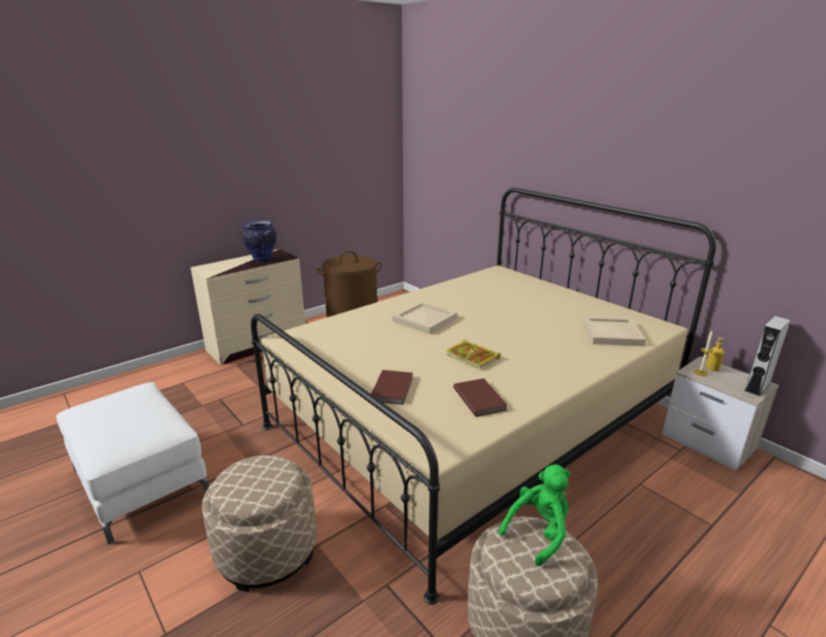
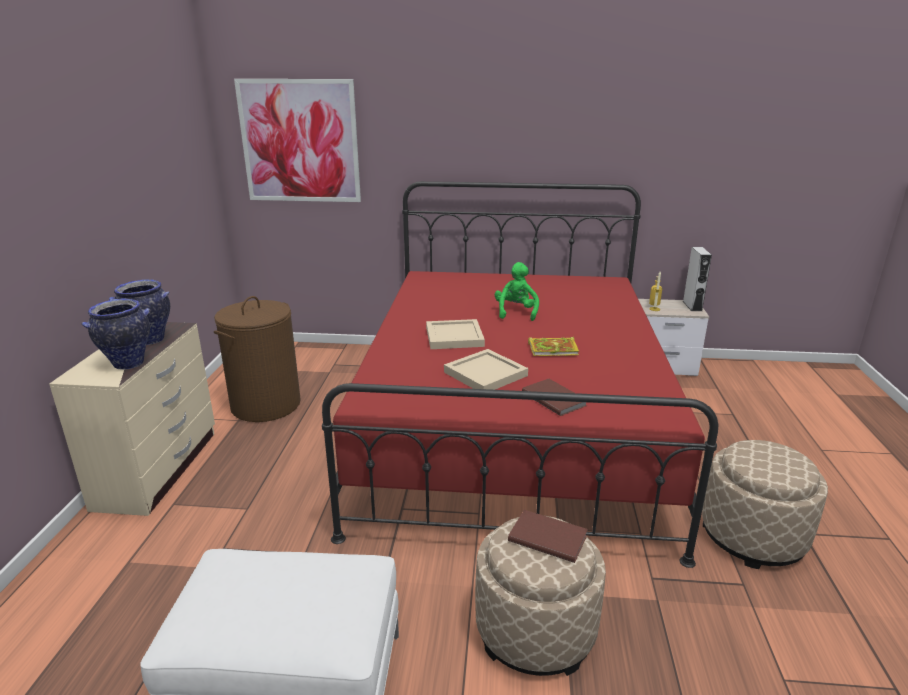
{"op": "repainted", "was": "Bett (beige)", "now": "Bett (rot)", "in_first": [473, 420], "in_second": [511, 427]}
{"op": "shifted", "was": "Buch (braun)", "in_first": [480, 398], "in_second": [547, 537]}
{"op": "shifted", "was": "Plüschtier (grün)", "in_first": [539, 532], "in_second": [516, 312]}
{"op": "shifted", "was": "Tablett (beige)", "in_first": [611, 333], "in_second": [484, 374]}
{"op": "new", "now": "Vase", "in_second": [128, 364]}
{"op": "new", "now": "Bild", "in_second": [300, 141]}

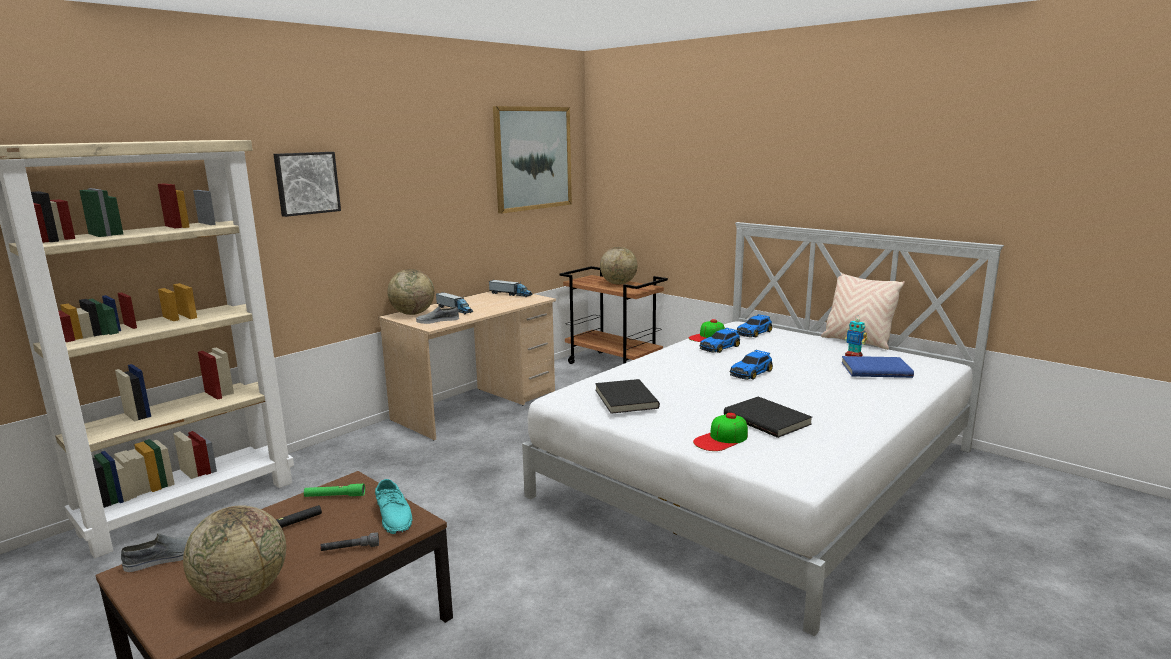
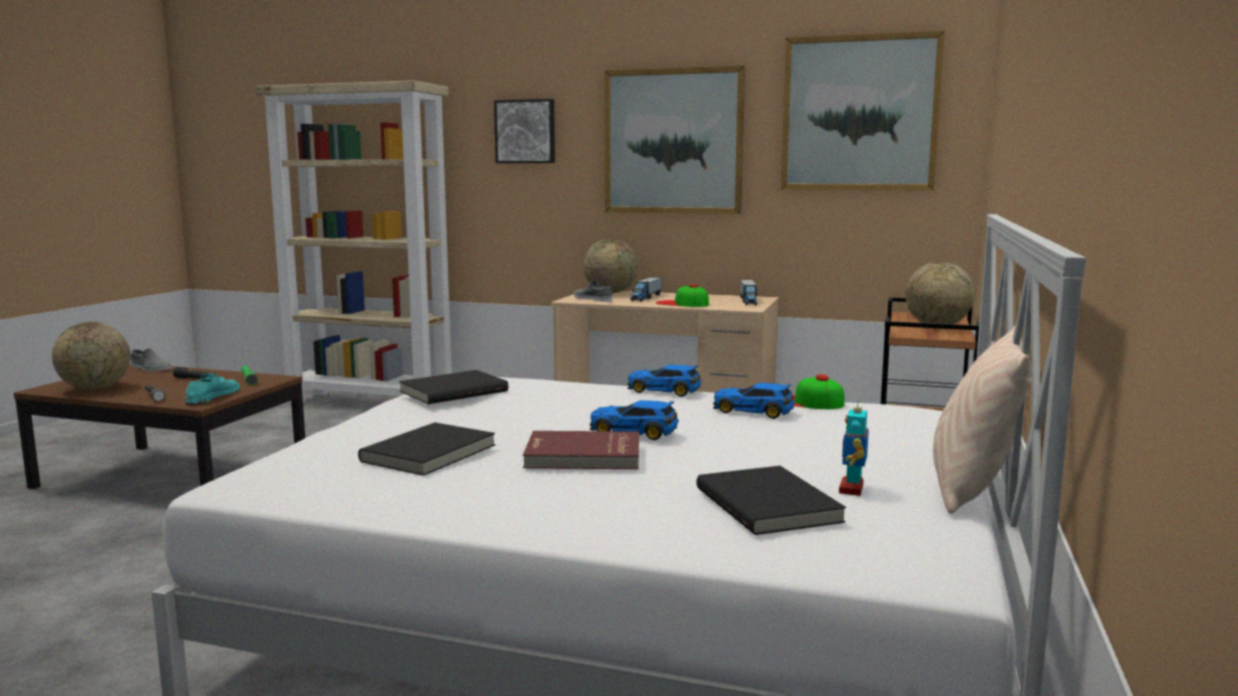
{"op": "rotated", "was": "Schuh (türkis)", "in_first": [394, 515], "in_second": [212, 396], "clockwise": 150}
{"op": "shifted", "was": "Kappe", "in_first": [721, 439], "in_second": [682, 303]}
{"op": "shifted", "was": "Spielzeugauto", "in_first": [754, 332], "in_second": [665, 391]}
{"op": "repainted", "was": "Buch (blau)", "now": "Buch (schwarz)", "in_first": [875, 369], "in_second": [770, 504]}
{"op": "new", "now": "Buch (rot)", "in_second": [583, 456]}
{"op": "new", "now": "Bild", "in_second": [673, 141]}

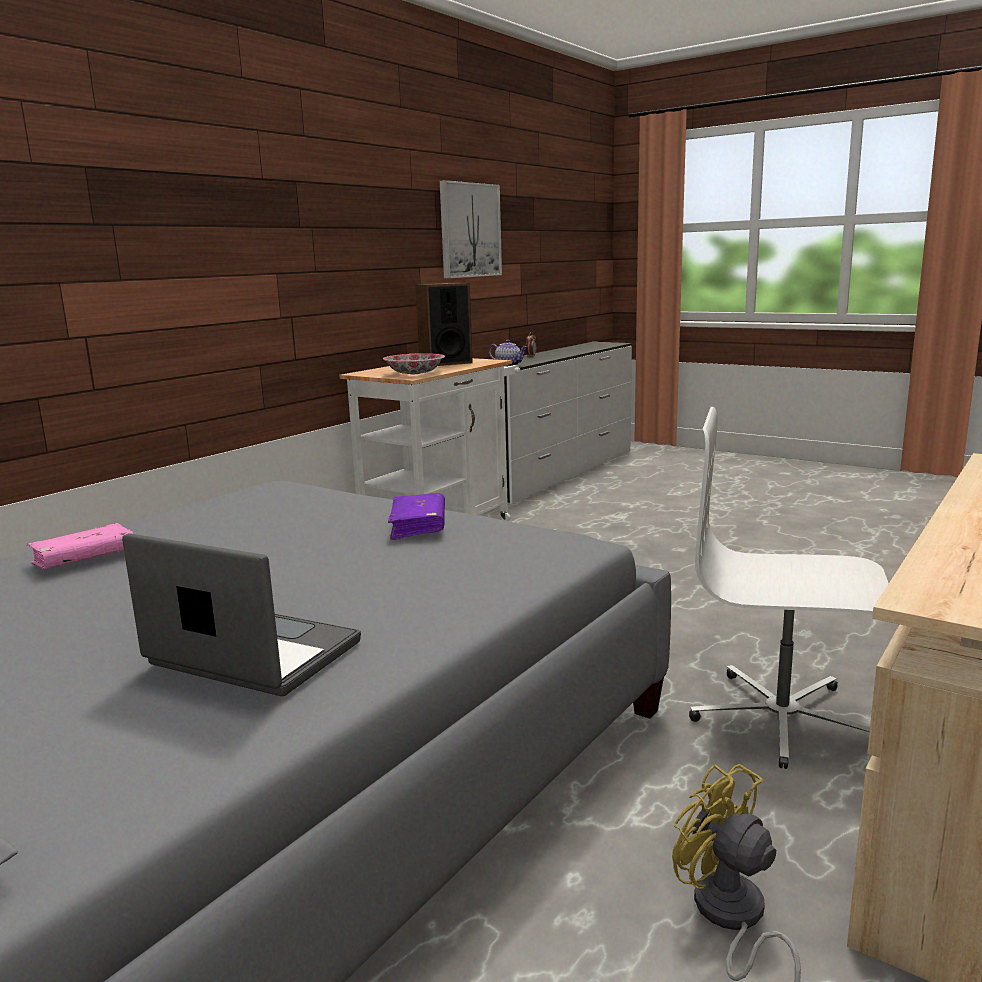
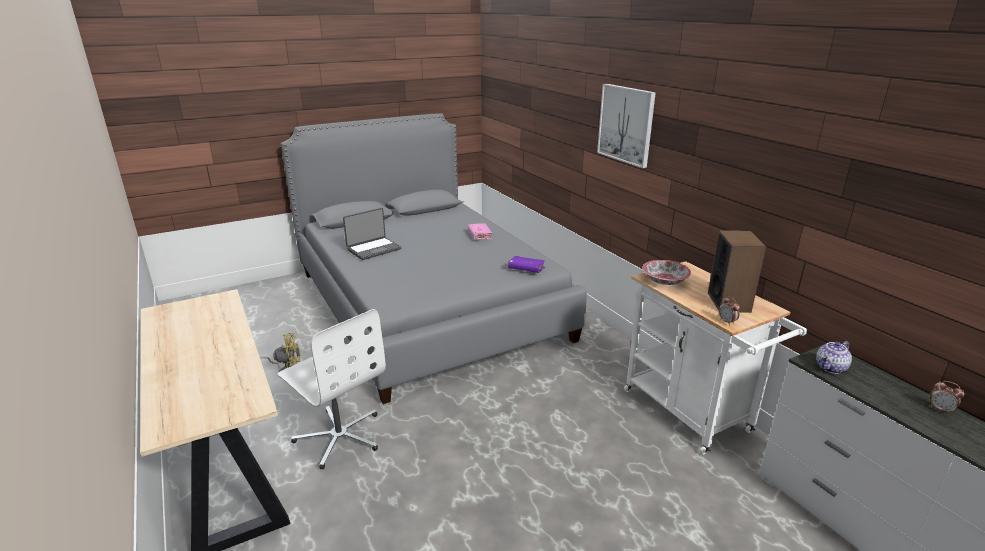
{"op": "shifted", "was": "Buch (lila)", "in_first": [418, 526], "in_second": [526, 269]}
{"op": "shifted", "was": "Bild", "in_first": [469, 230], "in_second": [626, 124]}
{"op": "rotated", "was": "Bürostuhl (weiß)", "in_first": [782, 718], "in_second": [339, 436], "clockwise": 90}
{"op": "new", "now": "Wecker", "in_second": [727, 322]}

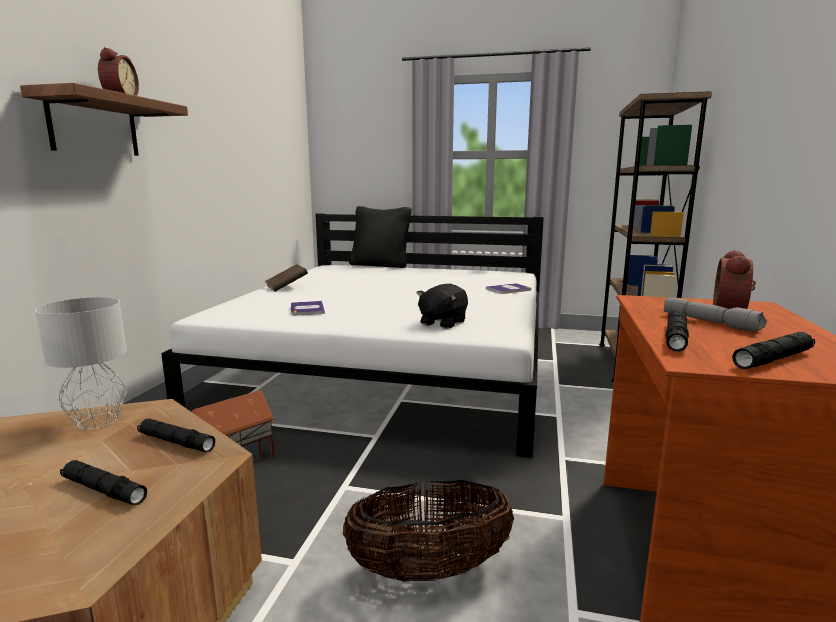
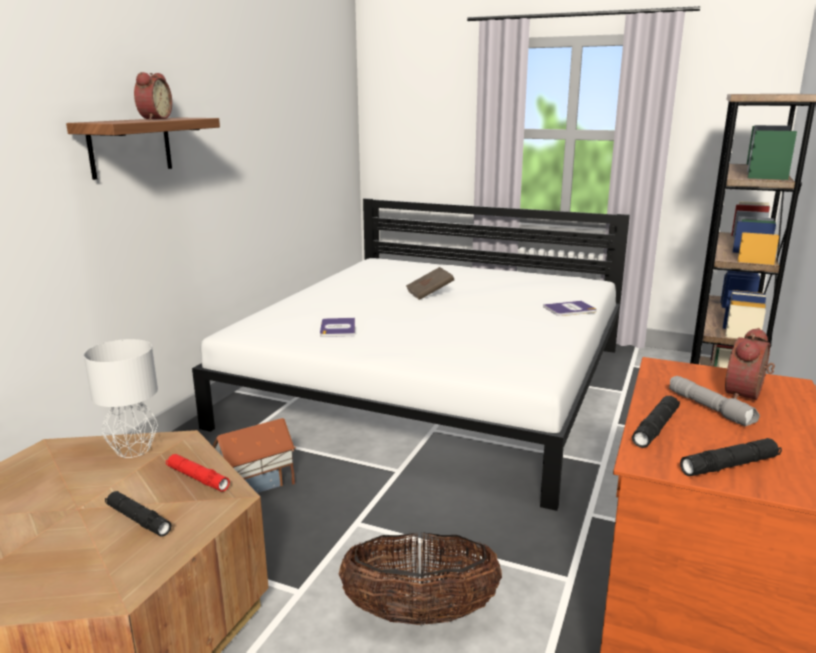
{"op": "repainted", "was": "Taschenlampe (schwarz)", "now": "Taschenlampe (rot)", "in_first": [176, 442], "in_second": [197, 478]}
{"op": "shifted", "was": "Buch (braun)", "in_first": [287, 287], "in_second": [429, 294]}
{"op": "gone", "was": "Kissen (schwarz)", "in_first": [380, 265]}
{"op": "gone", "was": "Plüschtier (schwarz)", "in_first": [442, 323]}

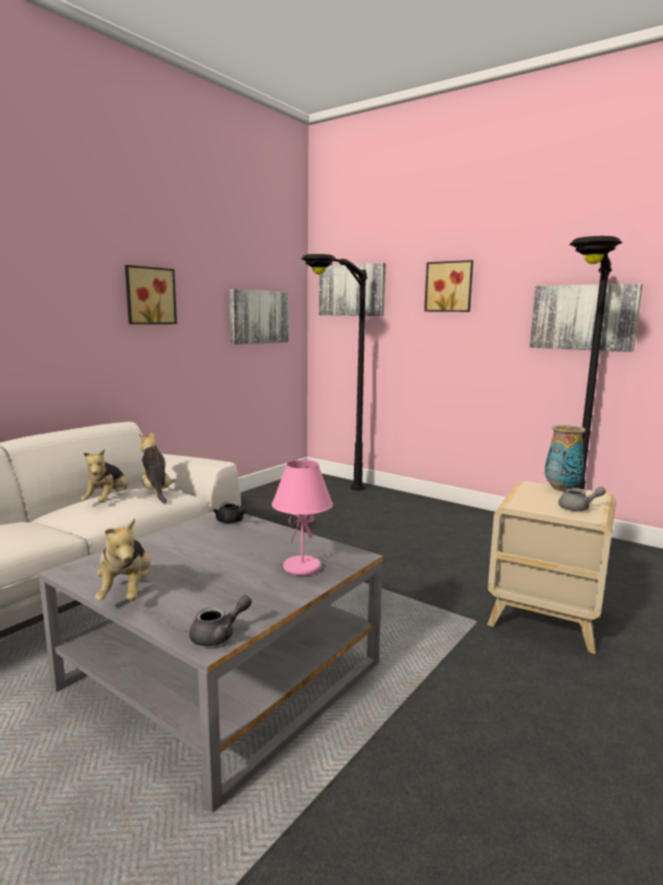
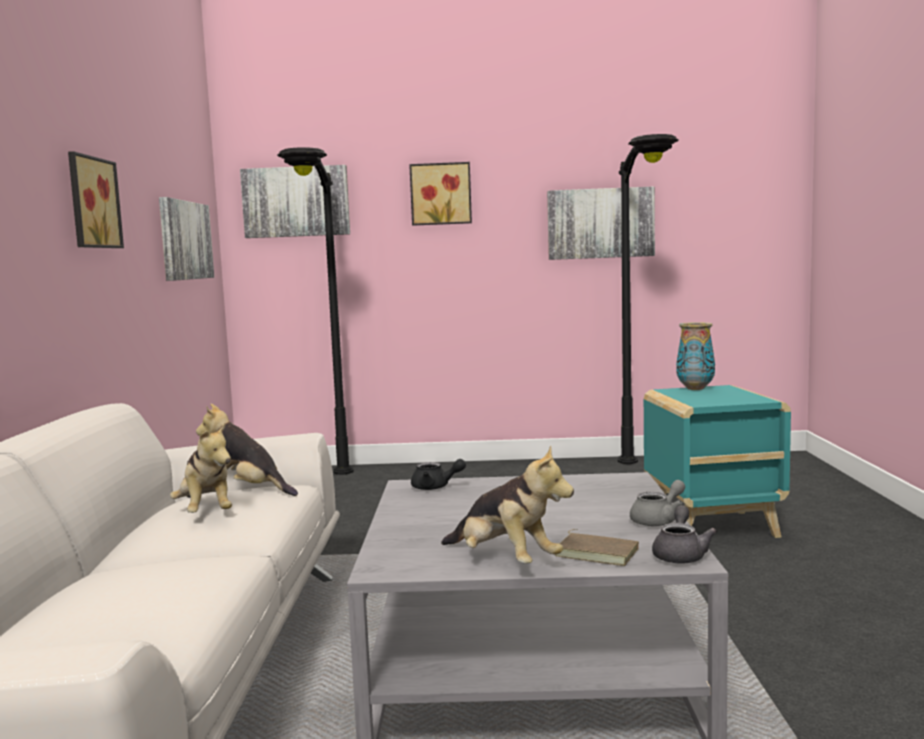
{"op": "gone", "was": "Tischlampe (rosa)", "in_first": [301, 568]}
{"op": "repainted", "was": "Beistelltisch (beige)", "now": "Beistelltisch (türkis)", "in_first": [542, 619], "in_second": [710, 528]}
{"op": "shifted", "was": "Teekanne (grau)", "in_first": [579, 508], "in_second": [658, 520]}
{"op": "new", "now": "Buch (braun)", "in_second": [598, 552]}

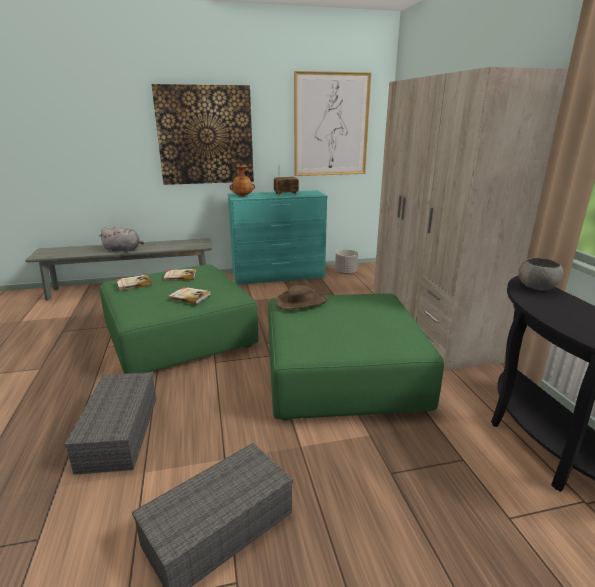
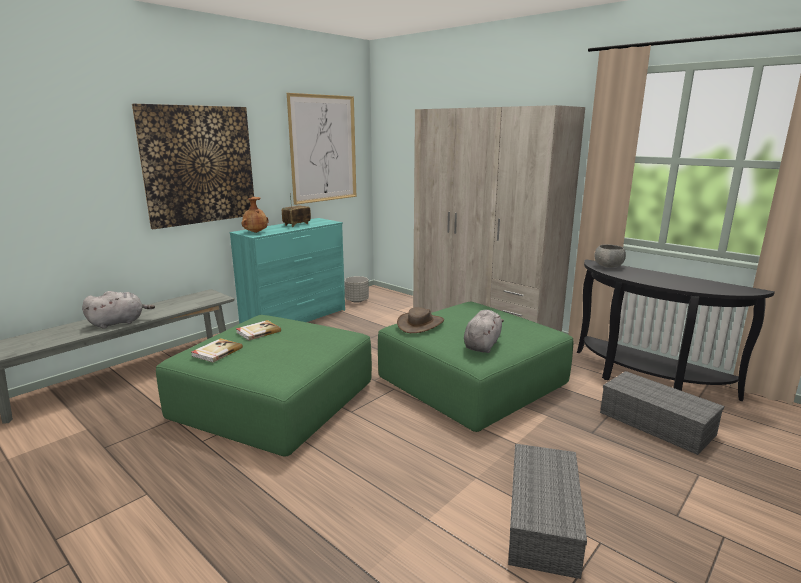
{"op": "shifted", "was": "Aufbewahrungsbox (grau)", "in_first": [119, 431], "in_second": [654, 423]}
{"op": "gone", "was": "Buch", "in_first": [190, 297]}
{"op": "new", "now": "Plüschtier (grau)", "in_second": [482, 345]}

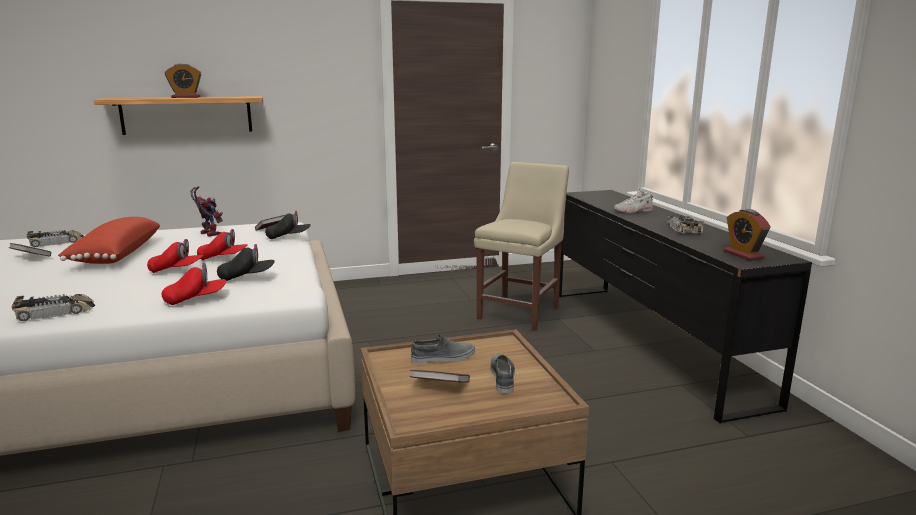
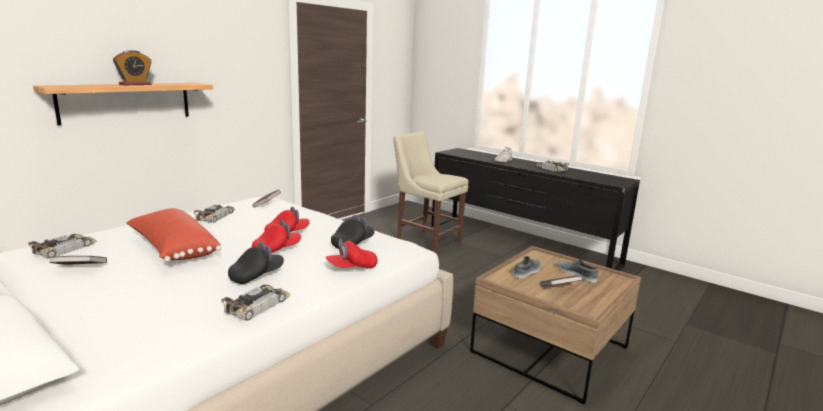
{"op": "rotated", "was": "Kappe (rot)", "in_first": [195, 299], "in_second": [352, 268], "clockwise": -150}
{"op": "swapped", "was": "Spielzeugroboter", "now": "Spielzeugauto", "in_first": [208, 233], "in_second": [216, 216]}
{"op": "shifted", "was": "Kappe (schwarz)", "in_first": [288, 237], "in_second": [256, 276]}
{"op": "rotated", "was": "Stuhl (beige)", "in_first": [521, 312], "in_second": [426, 241], "clockwise": -45}
{"op": "gone", "was": "Wecker", "in_first": [743, 254]}

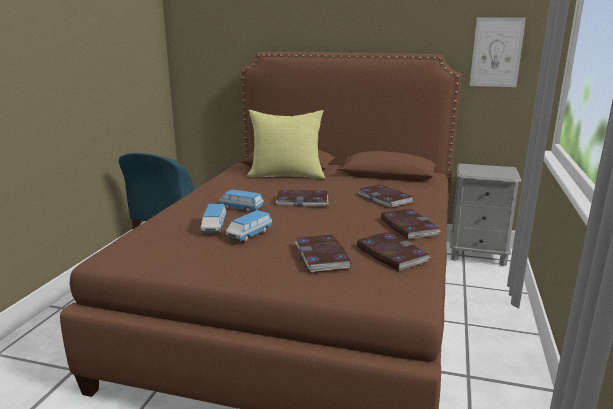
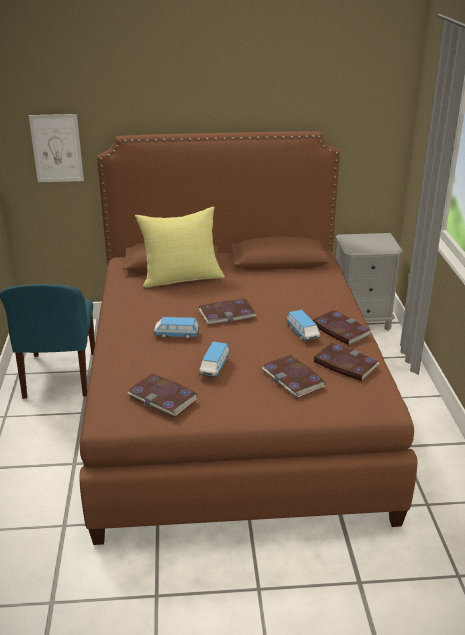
{"op": "shifted", "was": "Spielzeugauto", "in_first": [214, 227], "in_second": [302, 333]}
{"op": "shifted", "was": "Buch", "in_first": [385, 199], "in_second": [163, 397]}
{"op": "shifted", "was": "Bild", "in_first": [496, 52], "in_second": [57, 148]}

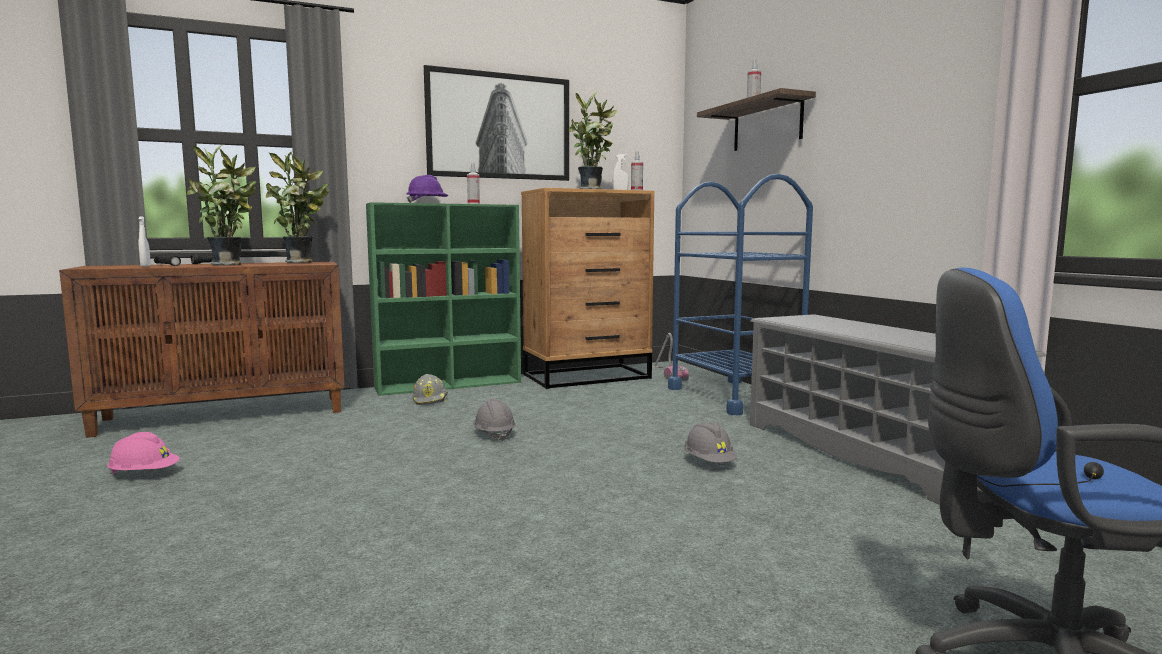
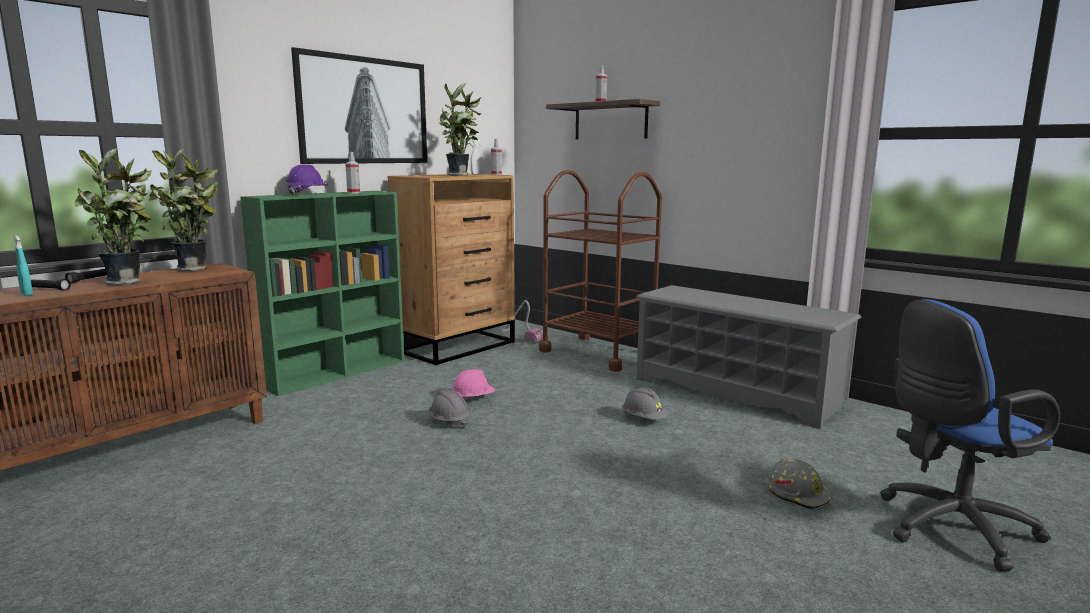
{"op": "shifted", "was": "Schutzhelm (rosa)", "in_first": [144, 474], "in_second": [473, 399]}
{"op": "repainted", "was": "Sprühflasche (weiß)", "now": "Sprühflasche (türkis)", "in_first": [145, 266], "in_second": [27, 294]}
{"op": "shifted", "was": "Schutzhelm (grau)", "in_first": [430, 400], "in_second": [798, 494]}
{"op": "repainted", "was": "Rollwagen (blau)", "now": "Rollwagen (braun)", "in_first": [734, 396], "in_second": [598, 353]}

